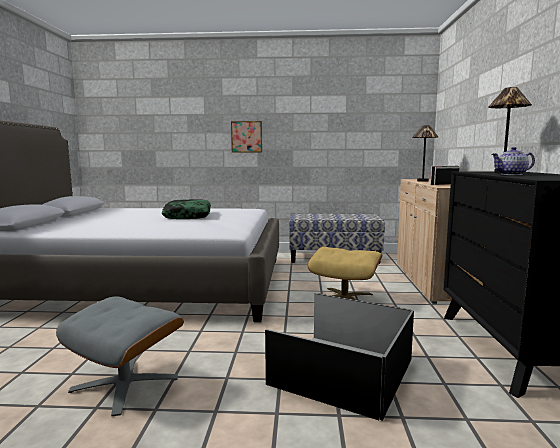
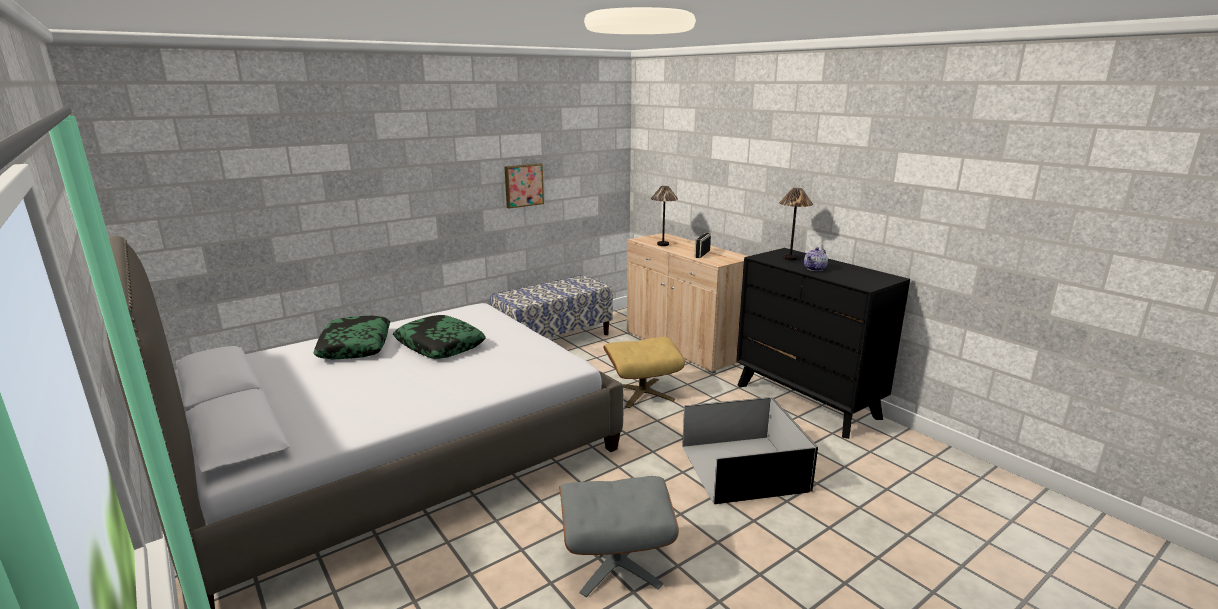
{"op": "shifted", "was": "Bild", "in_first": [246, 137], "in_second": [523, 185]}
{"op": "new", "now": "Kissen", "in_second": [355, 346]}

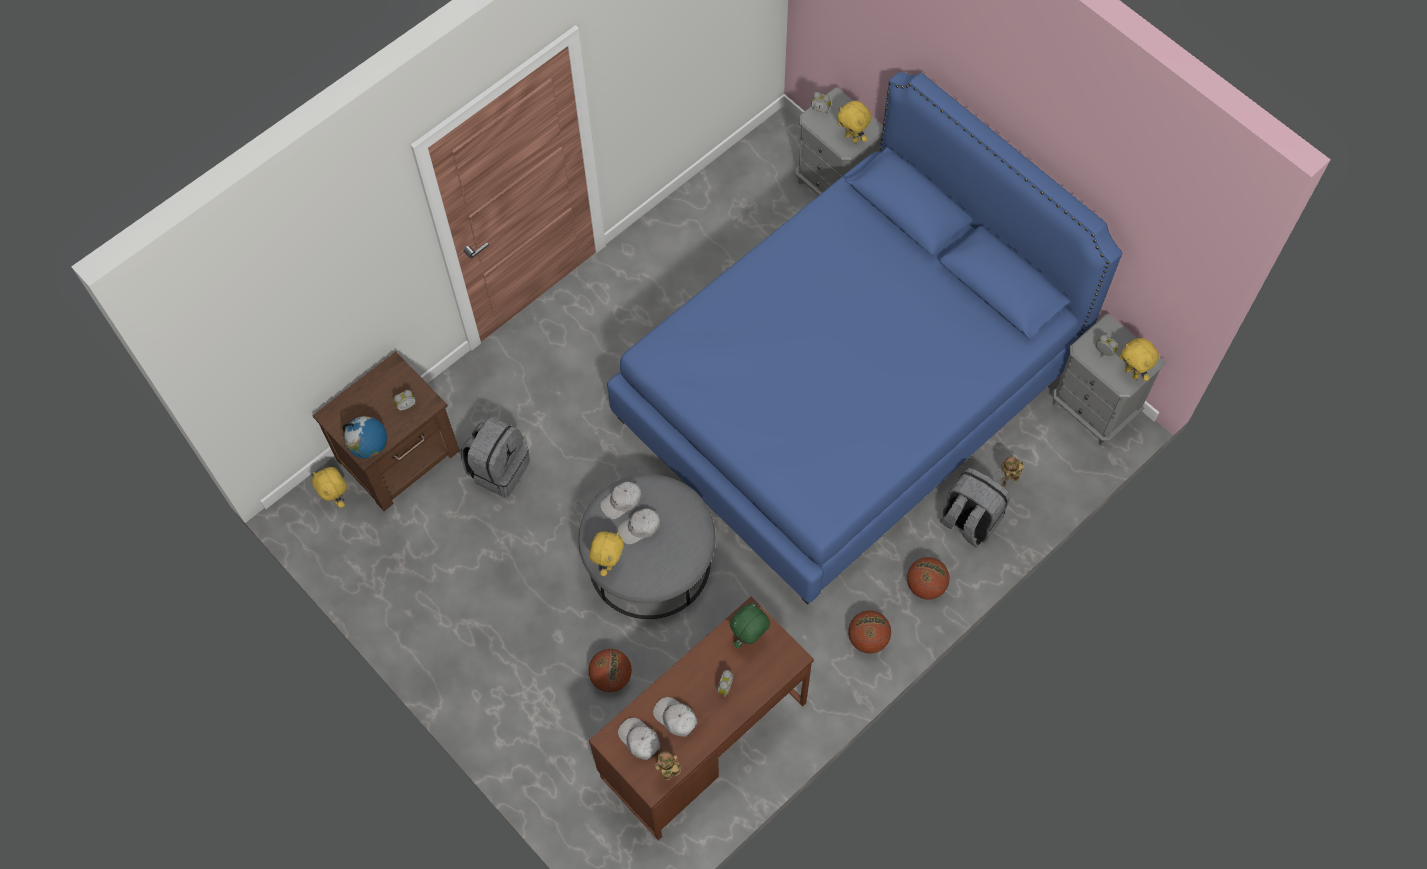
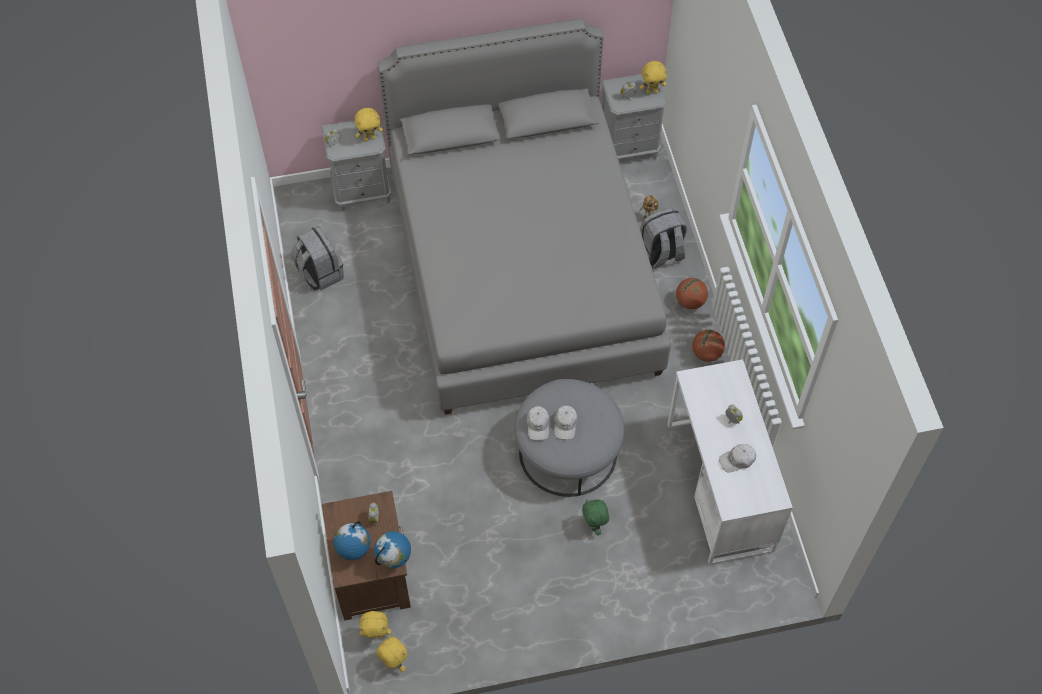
{"op": "shifted", "was": "Rucksack (grau)", "in_first": [498, 469], "in_second": [319, 273]}
{"op": "shifted", "was": "Plüschtier (gelb)", "in_first": [608, 562], "in_second": [394, 663]}
{"op": "repainted", "was": "Schreibtisch (braun)", "now": "Schreibtisch (weiß)", "in_first": [703, 739], "in_second": [719, 487]}
{"op": "gone", "was": "Basketball", "in_first": [611, 677]}
{"op": "repainted", "was": "Bett (blau)", "now": "Bett (grau)", "in_first": [847, 391], "in_second": [521, 269]}
{"op": "gone", "was": "Kappe (weiß)", "in_first": [639, 740]}
{"op": "gone", "was": "Spielzeugroboter", "in_first": [668, 775]}
{"op": "shifted", "was": "Plüschtier (grün)", "in_first": [749, 638], "in_second": [594, 525]}
{"op": "new", "now": "Globus", "in_second": [354, 552]}

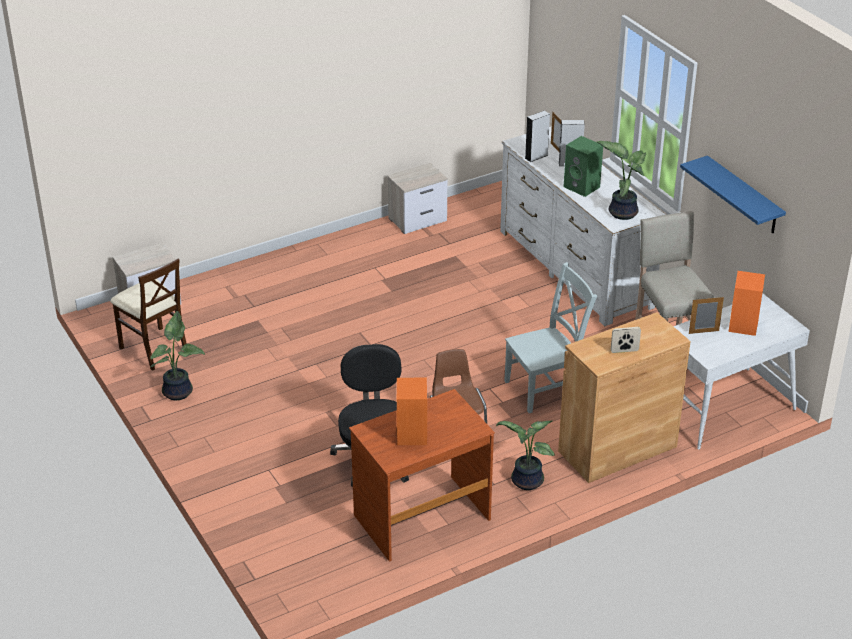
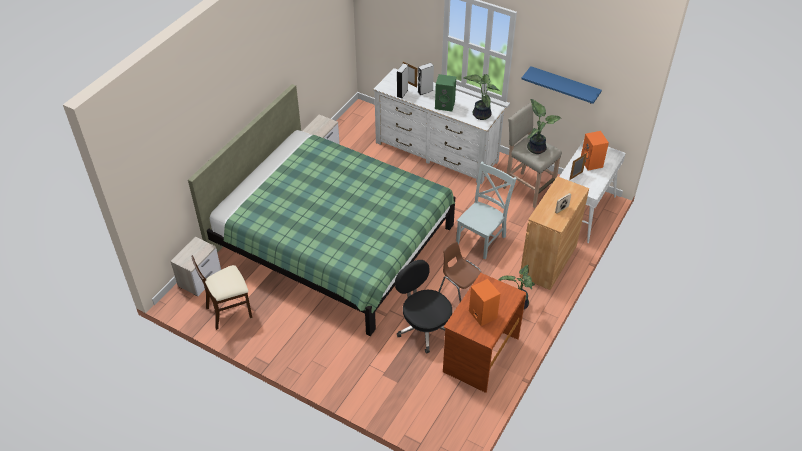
{"op": "rotated", "was": "Stuhl (beige)", "in_first": [154, 348], "in_second": [229, 311], "clockwise": 135}
{"op": "shifted", "was": "Topfpflanze", "in_first": [179, 391], "in_second": [536, 148]}
{"op": "new", "now": "Bett (grün)", "in_second": [333, 241]}

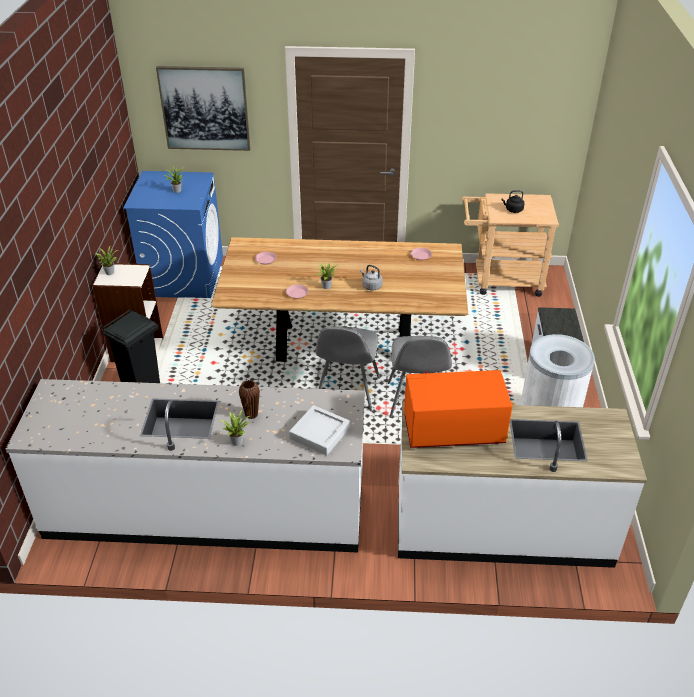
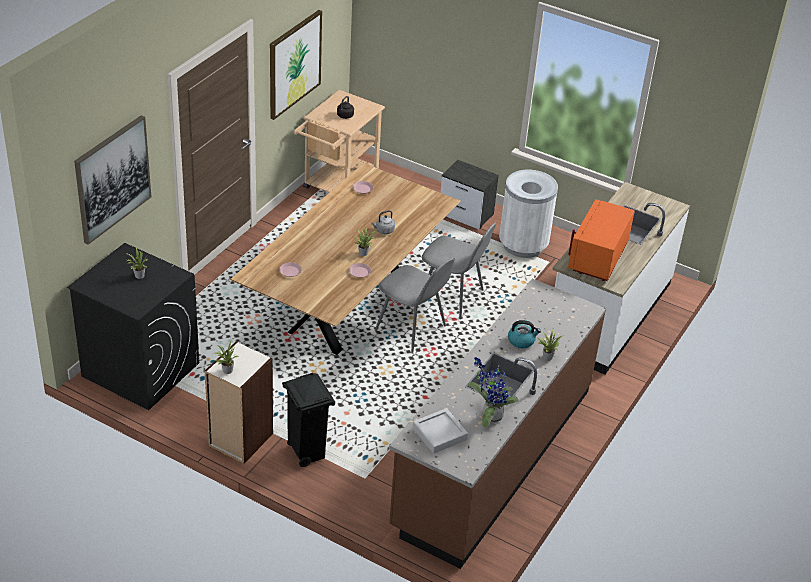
{"op": "repainted", "was": "Küchenzeile (weiß)", "now": "Küchenzeile (braun)", "in_first": [207, 509], "in_second": [492, 457]}
{"op": "repainted", "was": "Waschmaschine (blau)", "now": "Waschmaschine (schwarz)", "in_first": [184, 276], "in_second": [140, 369]}
{"op": "swapped", "was": "Vase (braun)", "now": "Wasserkessel", "in_first": [251, 414], "in_second": [521, 341]}
{"op": "shifted", "was": "Tablett (grau)", "in_first": [319, 433], "in_second": [439, 434]}
{"op": "new", "now": "Bild", "in_second": [294, 64]}
{"op": "new", "now": "Topfpflanze", "in_second": [489, 415]}

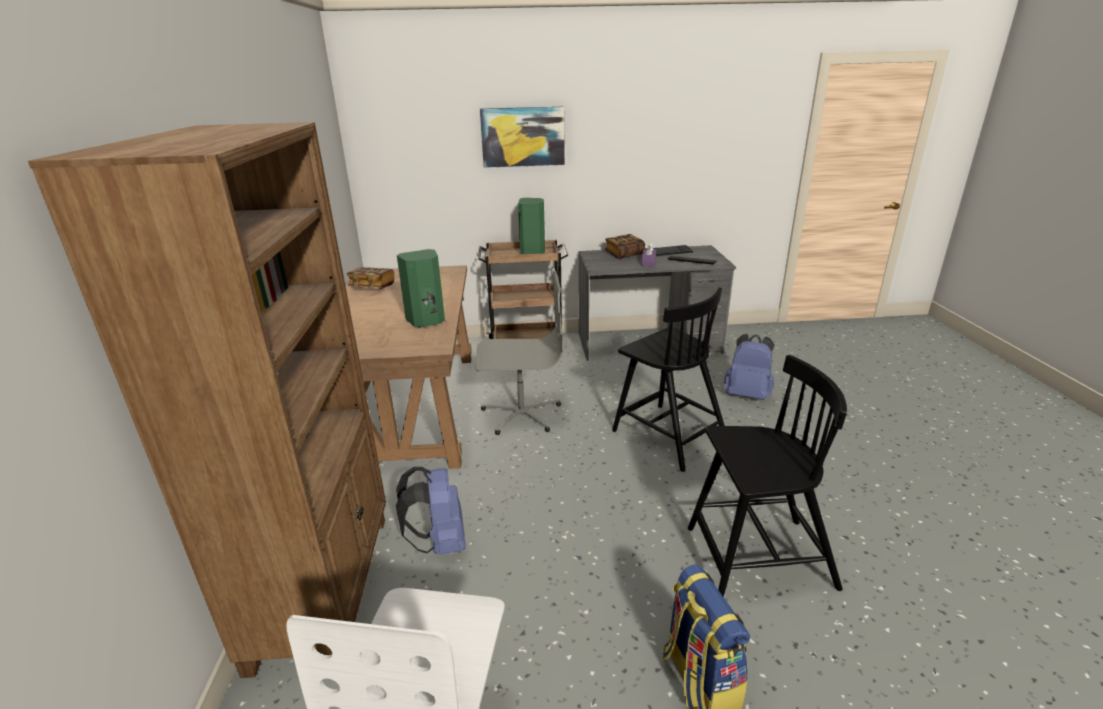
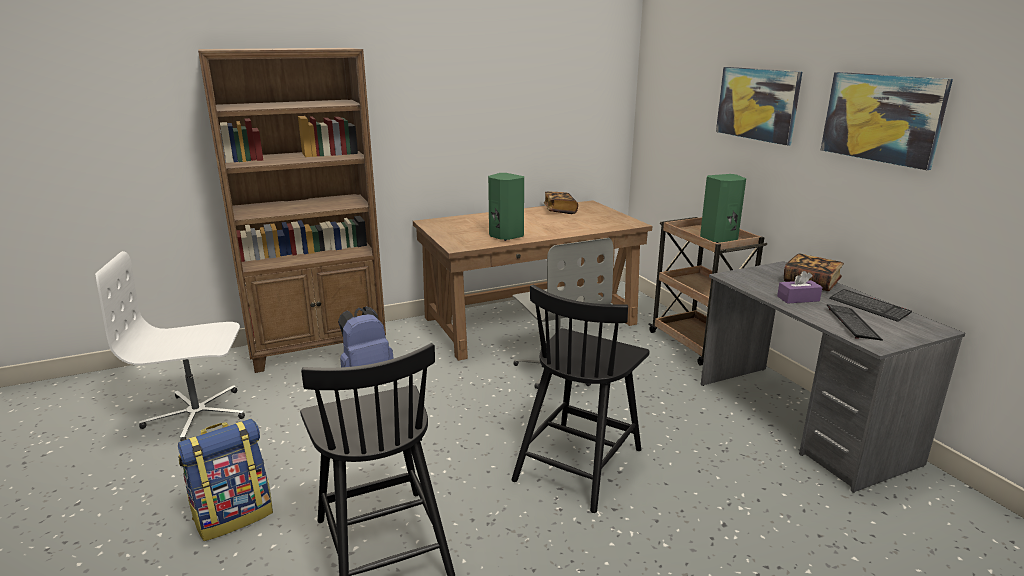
{"op": "gone", "was": "Rucksack (blau)", "in_first": [747, 394]}
{"op": "new", "now": "Bild", "in_second": [882, 118]}

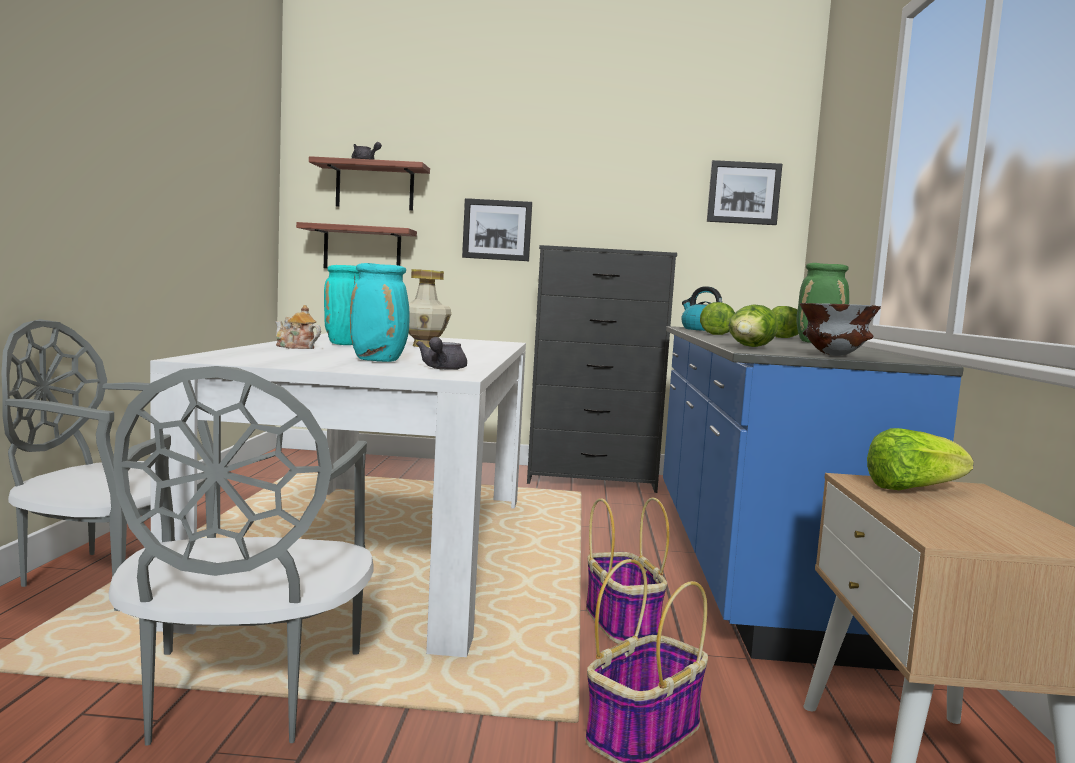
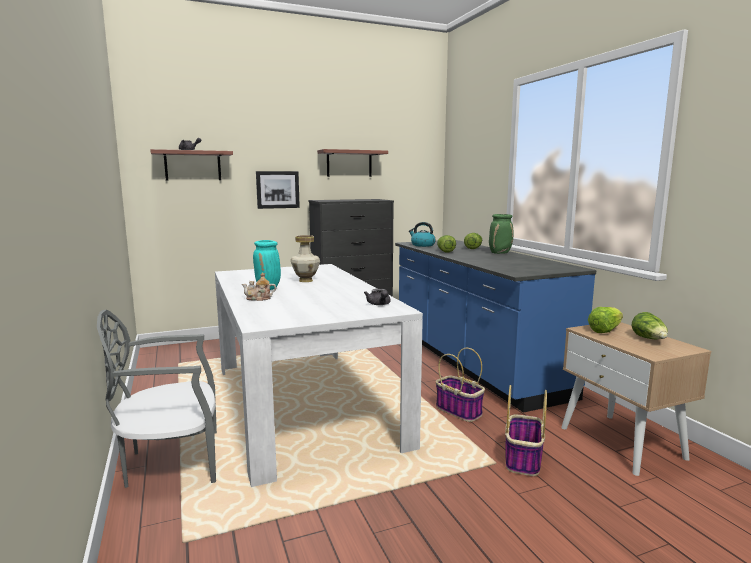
{"op": "gone", "was": "Stuhl (grau)", "in_first": [242, 696]}
{"op": "shifted", "was": "Wandregal", "in_first": [362, 249], "in_second": [349, 163]}
{"op": "gone", "was": "Vase (türkis)", "in_first": [379, 361]}
{"op": "gone", "was": "Bild", "in_first": [743, 193]}
{"op": "shifted", "was": "Salatkopf", "in_first": [750, 347], "in_second": [649, 339]}
{"op": "gone", "was": "Schüssel (grau)", "in_first": [833, 355]}

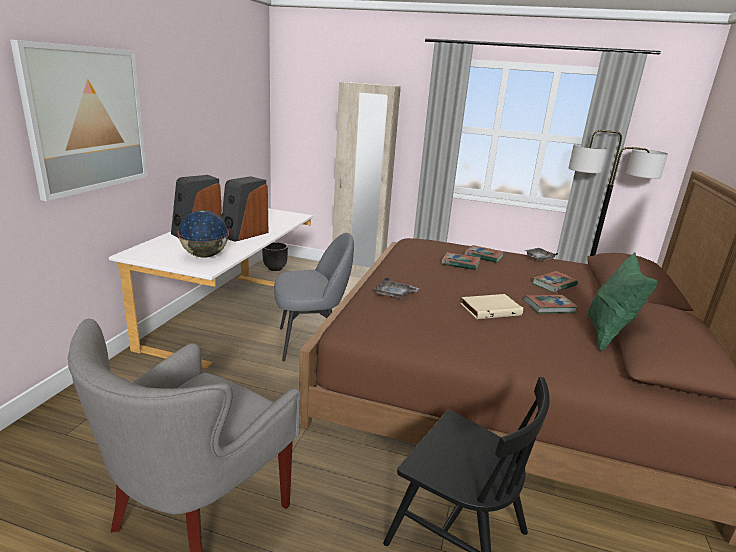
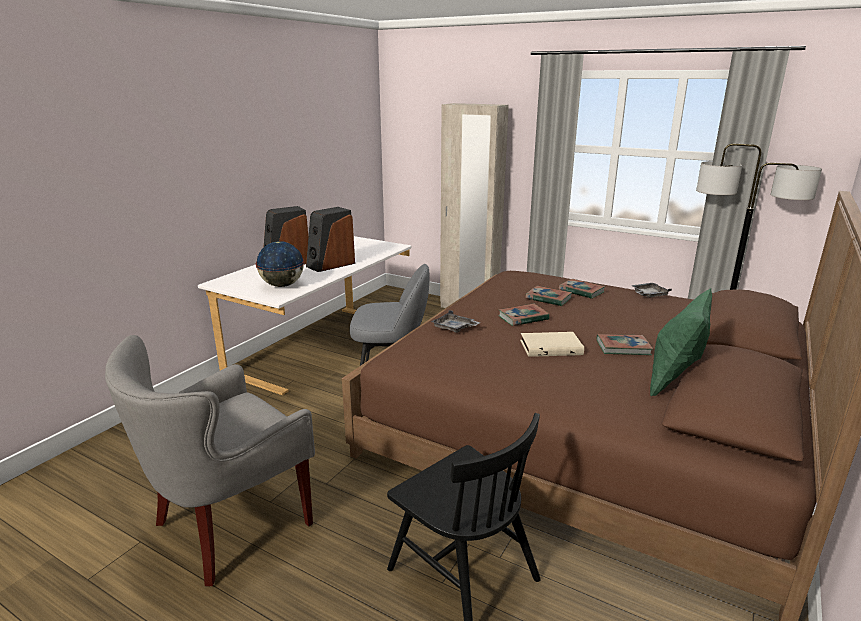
{"op": "gone", "was": "Bild", "in_first": [87, 119]}
{"op": "gone", "was": "Pflanzkübel (schwarz)", "in_first": [275, 268]}
{"op": "shifted", "was": "Buch", "in_first": [554, 284], "in_second": [523, 318]}

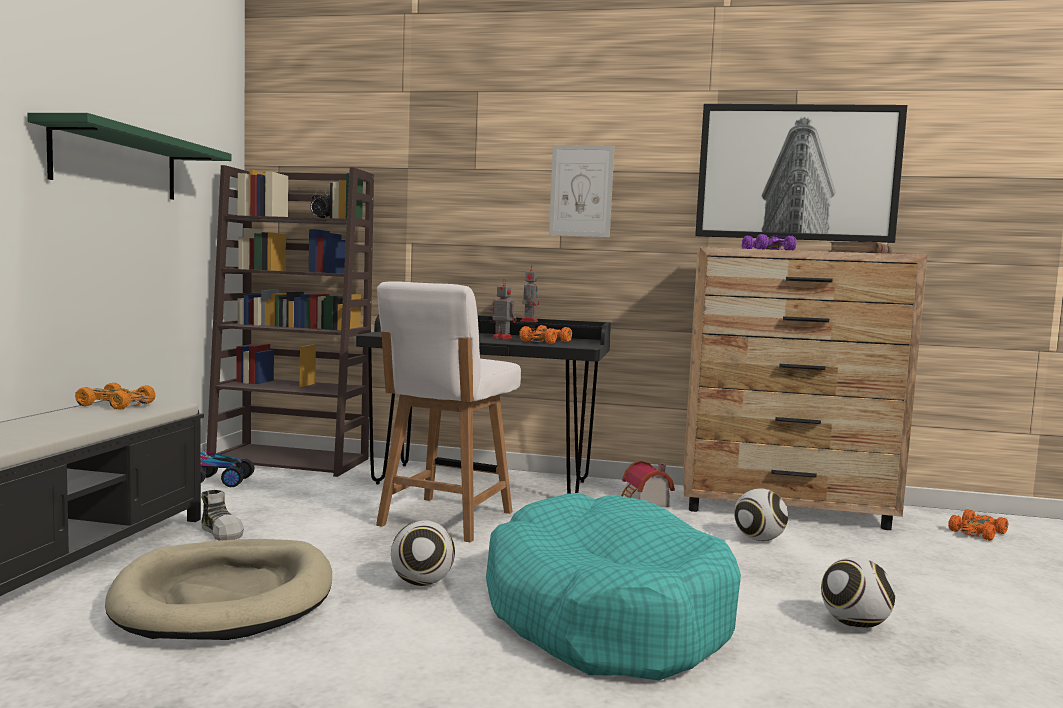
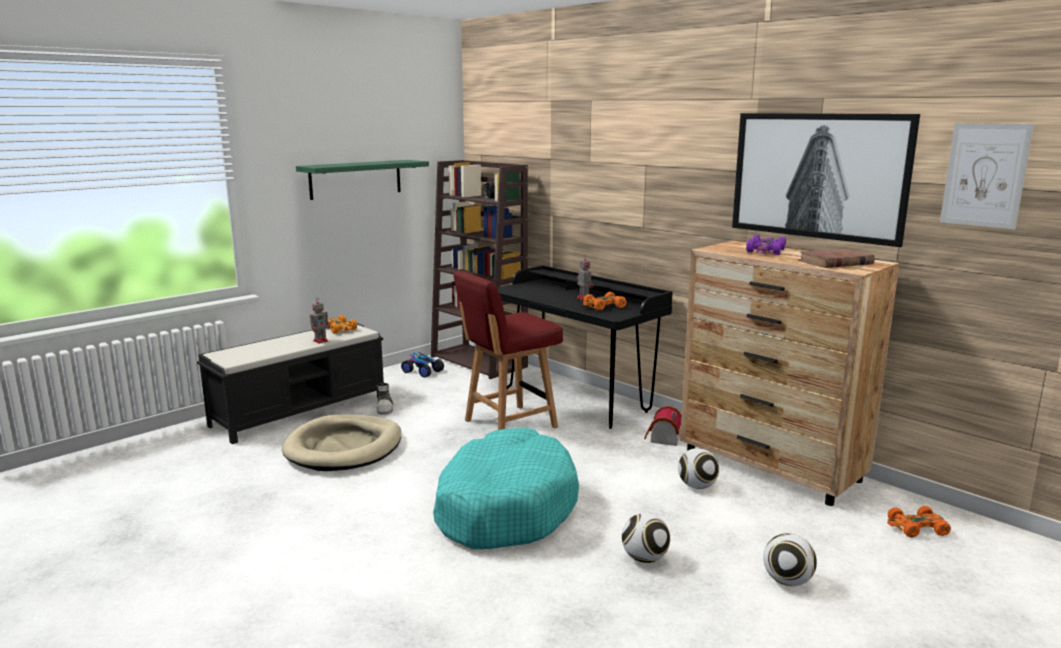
{"op": "repainted", "was": "Stuhl (weiß)", "now": "Stuhl (rot)", "in_first": [444, 519], "in_second": [508, 424]}
{"op": "shifted", "was": "Fußball", "in_first": [422, 583], "in_second": [787, 581]}
{"op": "shifted", "was": "Spielzeugroboter", "in_first": [529, 321], "in_second": [321, 341]}
{"op": "shifted", "was": "Bild", "in_first": [581, 191], "in_second": [984, 175]}

